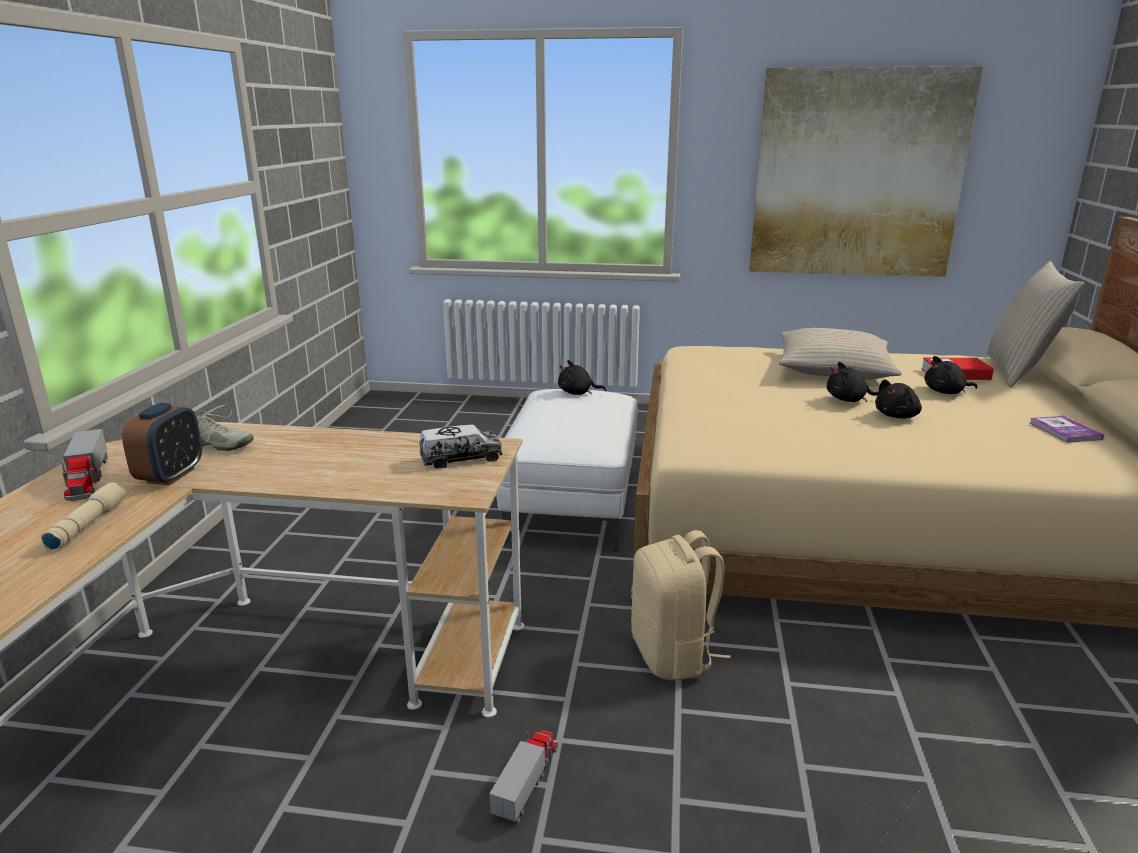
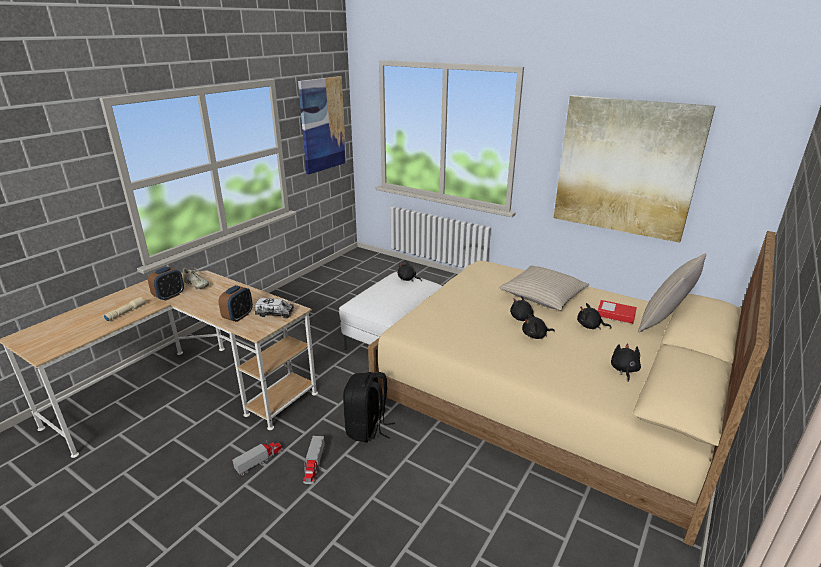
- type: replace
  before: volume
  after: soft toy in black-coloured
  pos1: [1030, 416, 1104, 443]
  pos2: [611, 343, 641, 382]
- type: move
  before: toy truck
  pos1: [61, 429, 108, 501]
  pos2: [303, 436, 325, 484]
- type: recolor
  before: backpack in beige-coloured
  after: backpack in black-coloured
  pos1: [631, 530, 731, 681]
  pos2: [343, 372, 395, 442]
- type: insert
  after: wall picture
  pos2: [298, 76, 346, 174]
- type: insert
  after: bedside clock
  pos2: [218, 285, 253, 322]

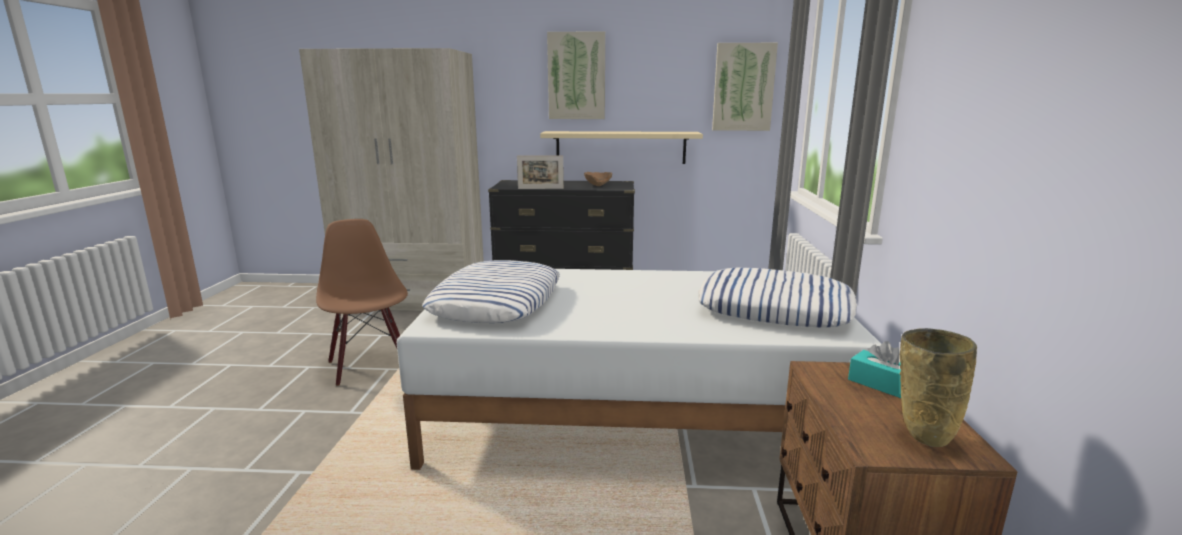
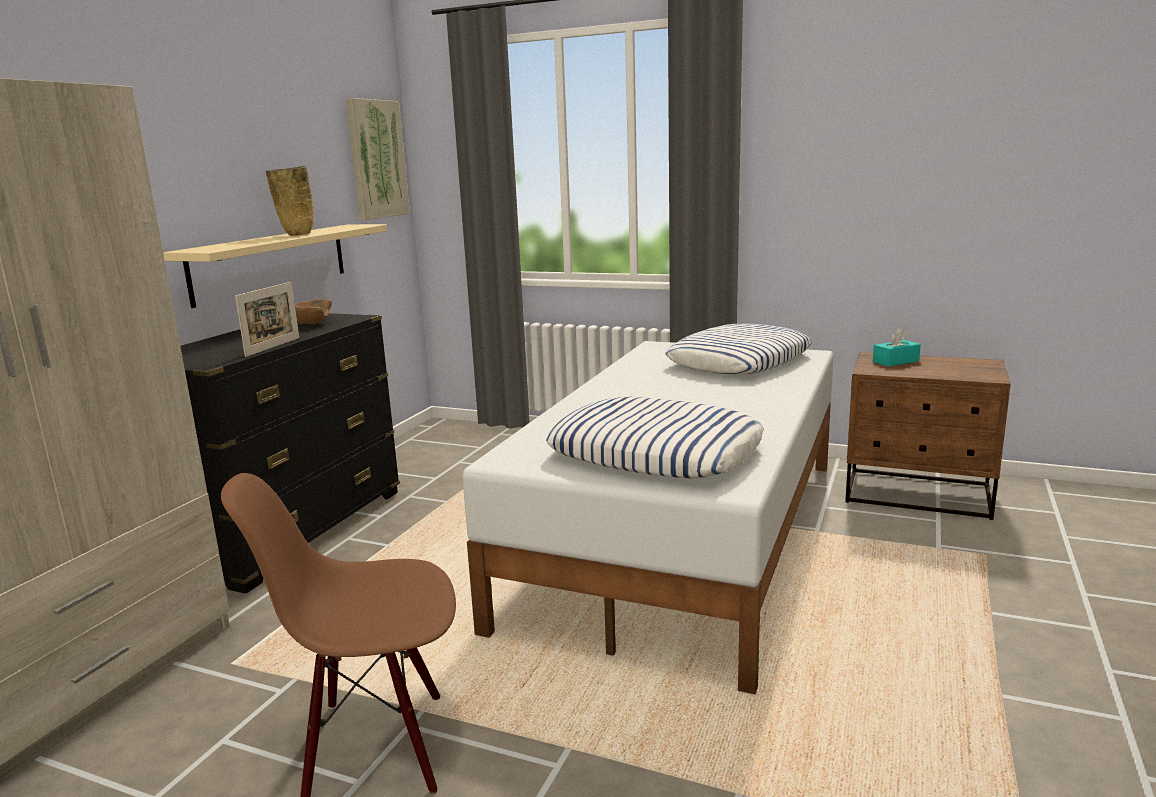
- type: delete
  before: wall picture
  pos1: [547, 31, 605, 119]
- type: move
  before: vase in beige-coloured
  pos1: [900, 328, 977, 447]
  pos2: [265, 166, 314, 236]

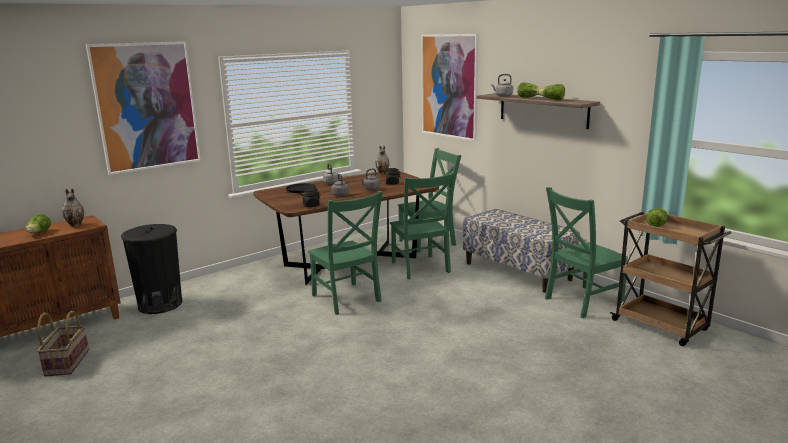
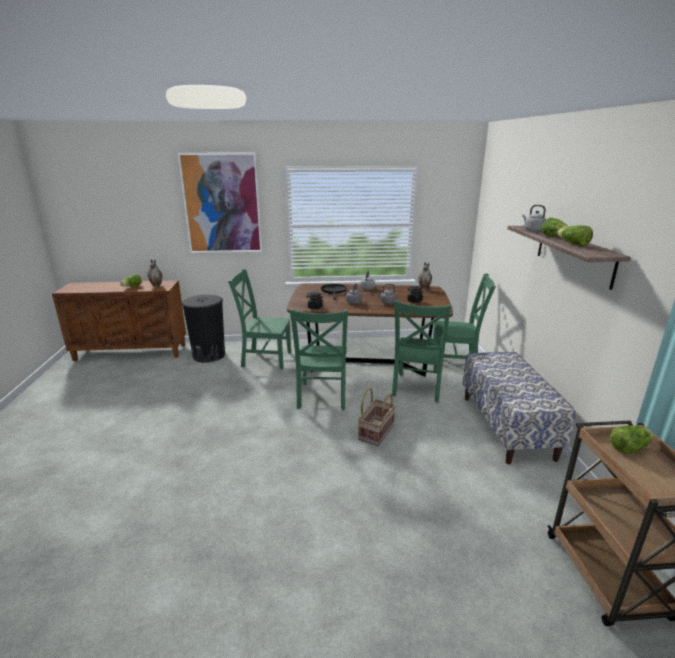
- type: delete
  before: wall picture
  pos1: [421, 34, 479, 141]
- type: move
  before: chair in green
  pos1: [545, 187, 628, 318]
  pos2: [228, 269, 291, 369]
- type: move
  before: storage basket
  pos1: [37, 311, 89, 377]
  pos2: [358, 388, 396, 446]

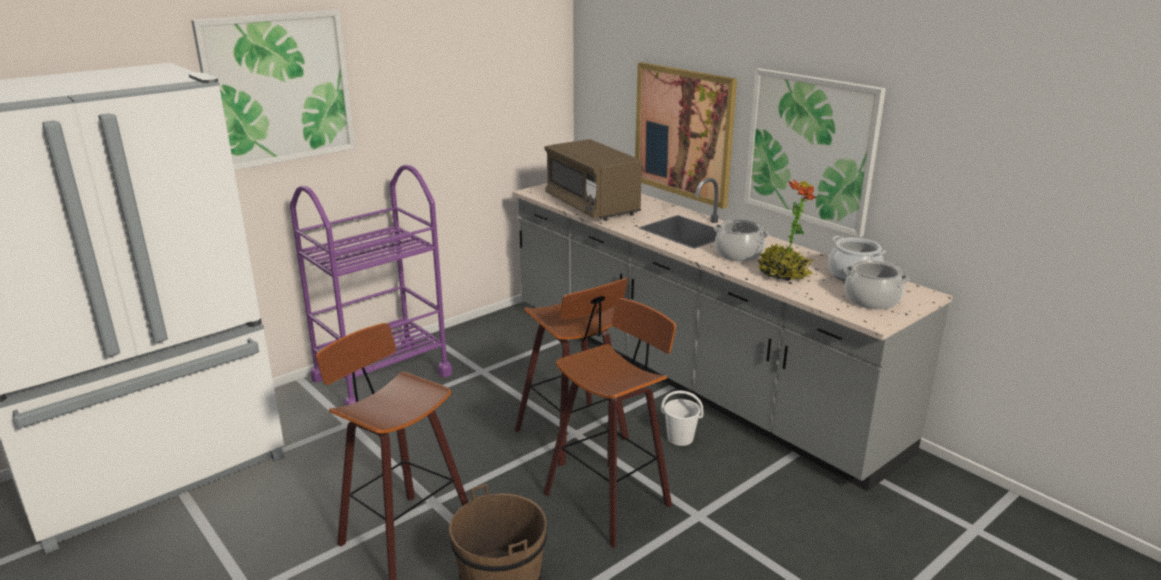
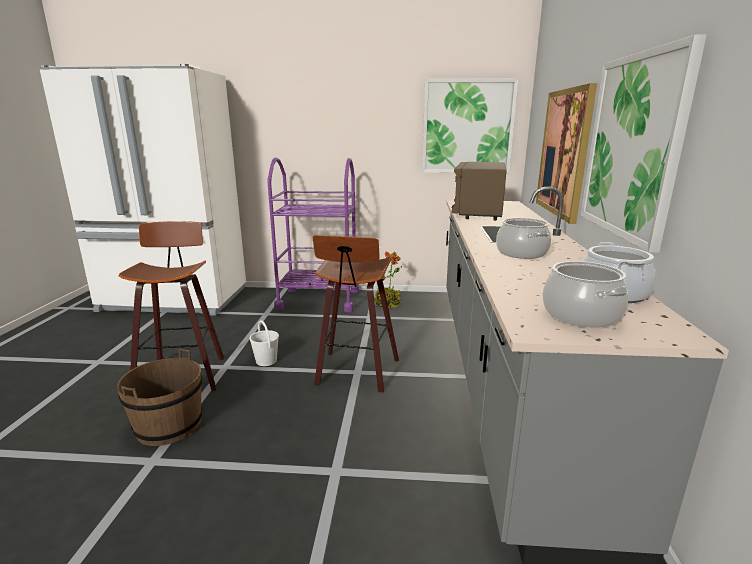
- type: move
  before: wall picture
  pos1: [191, 10, 355, 170]
  pos2: [422, 78, 519, 173]
- type: move
  before: plant in a pot
  pos1: [758, 179, 817, 281]
  pos2: [374, 251, 402, 309]
- type: delete
  before: sitting stool
  pos1: [544, 298, 676, 548]
- type: move
  before: pail in white
  pos1: [661, 391, 704, 446]
  pos2: [249, 320, 279, 366]

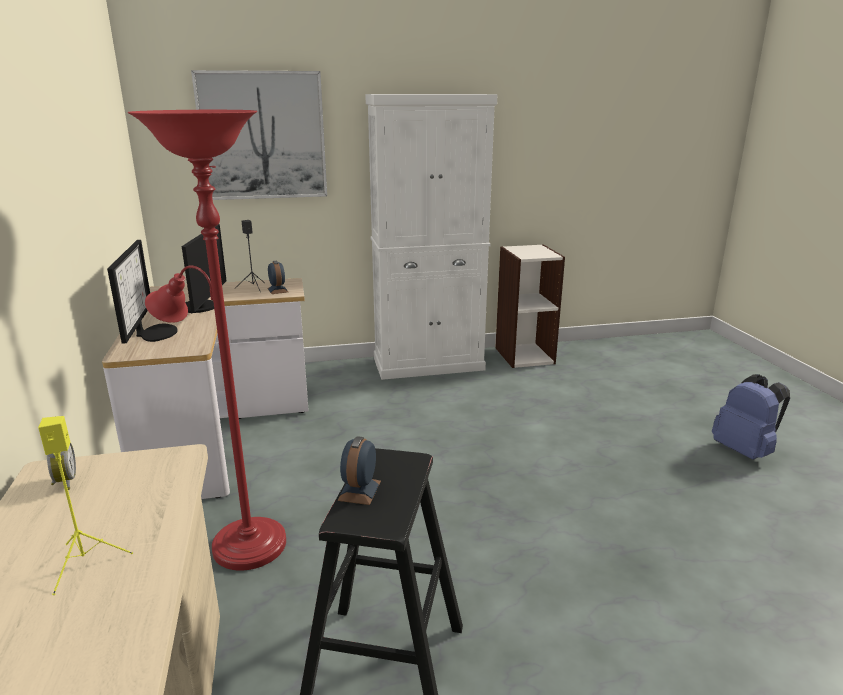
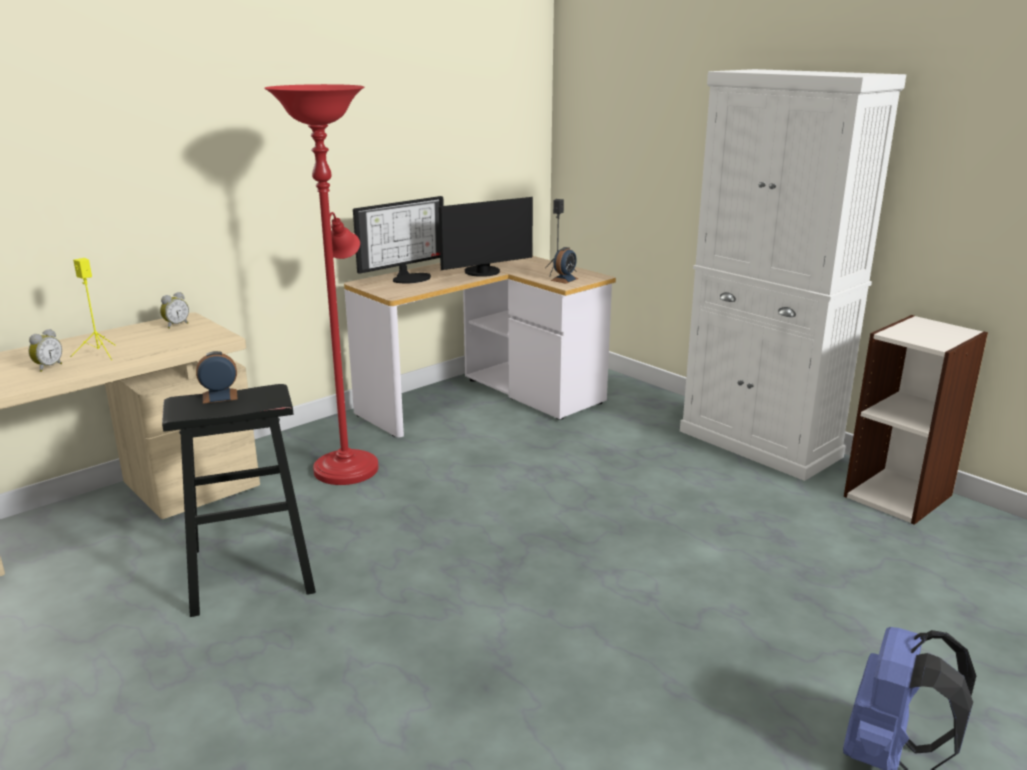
- type: delete
  before: wall picture
  pos1: [191, 70, 327, 200]
- type: insert
  after: bedside clock
  pos2: [29, 329, 62, 372]

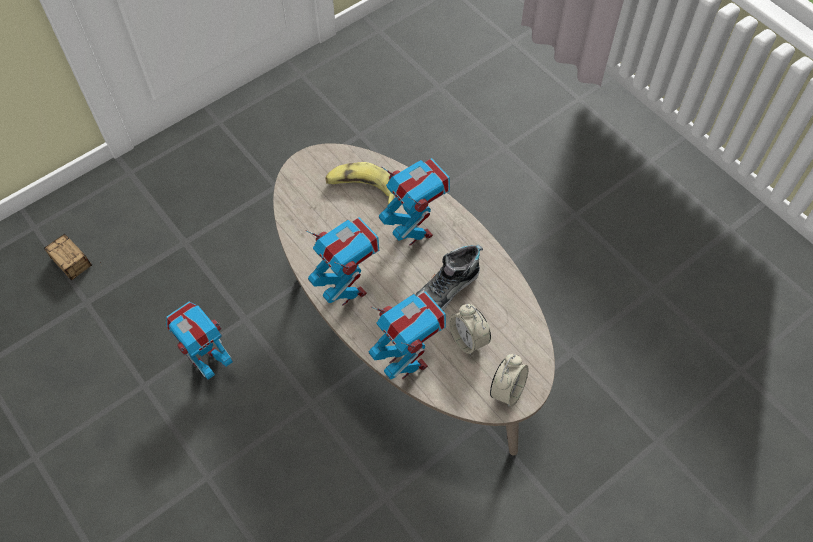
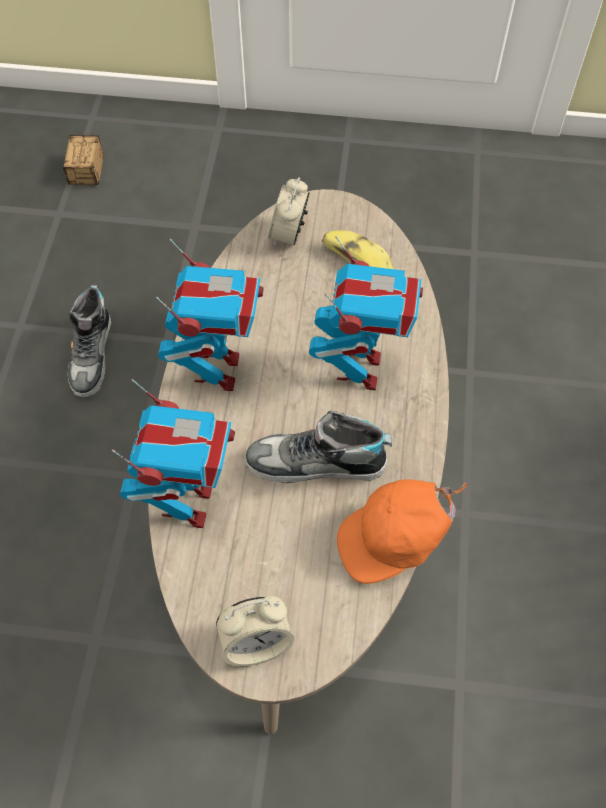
- type: replace
  before: robot figure
  after: low shoe
  pos1: [166, 301, 233, 380]
  pos2: [67, 285, 111, 397]
- type: move
  before: bedside clock
  pos1: [449, 304, 491, 355]
  pos2: [268, 177, 310, 247]
- type: insert
  after: peaked cap in orangey
  pos2: [337, 479, 467, 584]

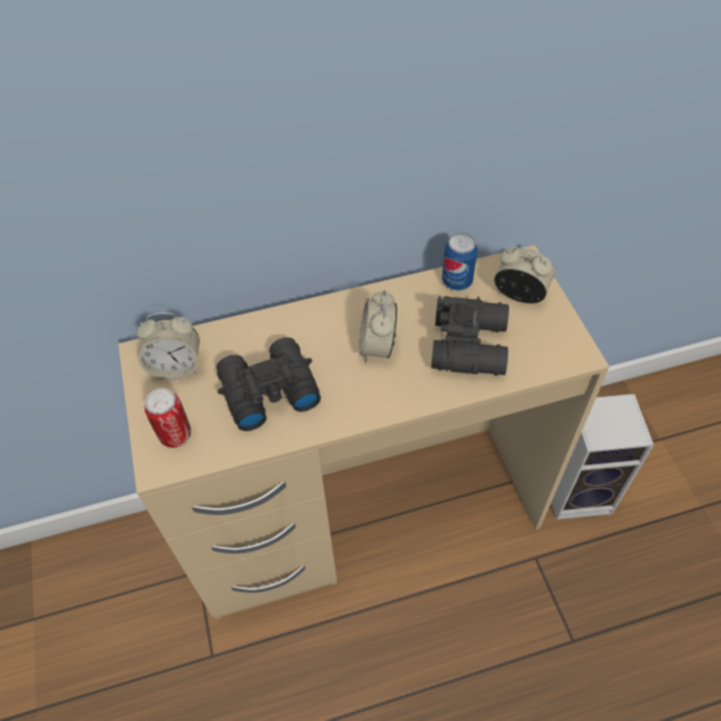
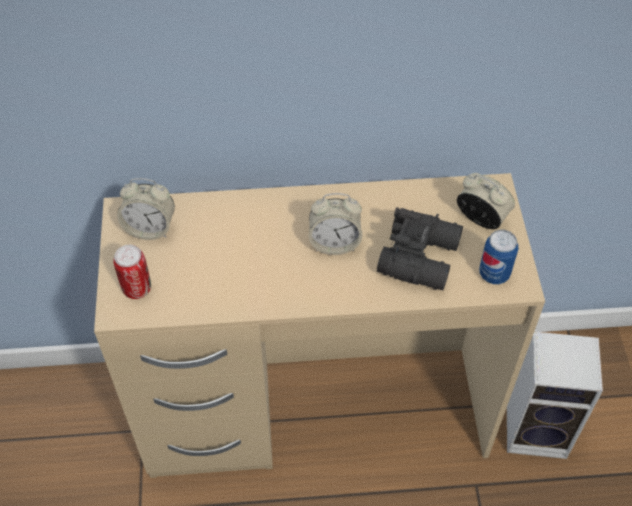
- type: move
  before: sealed can
  pos1: [442, 233, 478, 290]
  pos2: [479, 230, 518, 284]
- type: rotate
  before: bedside clock
  pos1: [359, 290, 397, 362]
  pos2: [309, 193, 362, 255]
  turn: -105
- type: delete
  before: pair of binoculars in black-coloured
  pos1: [216, 337, 321, 431]

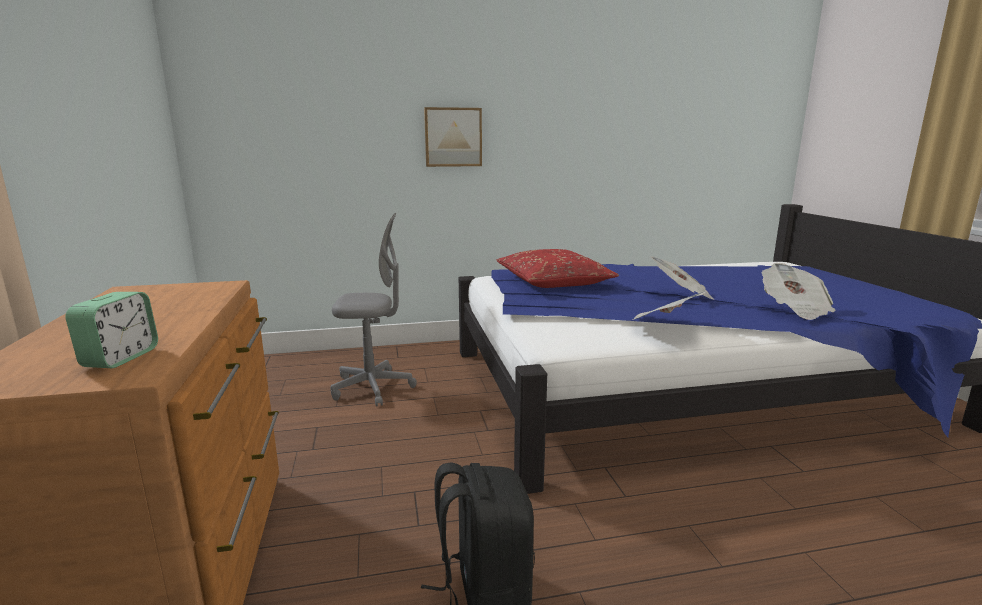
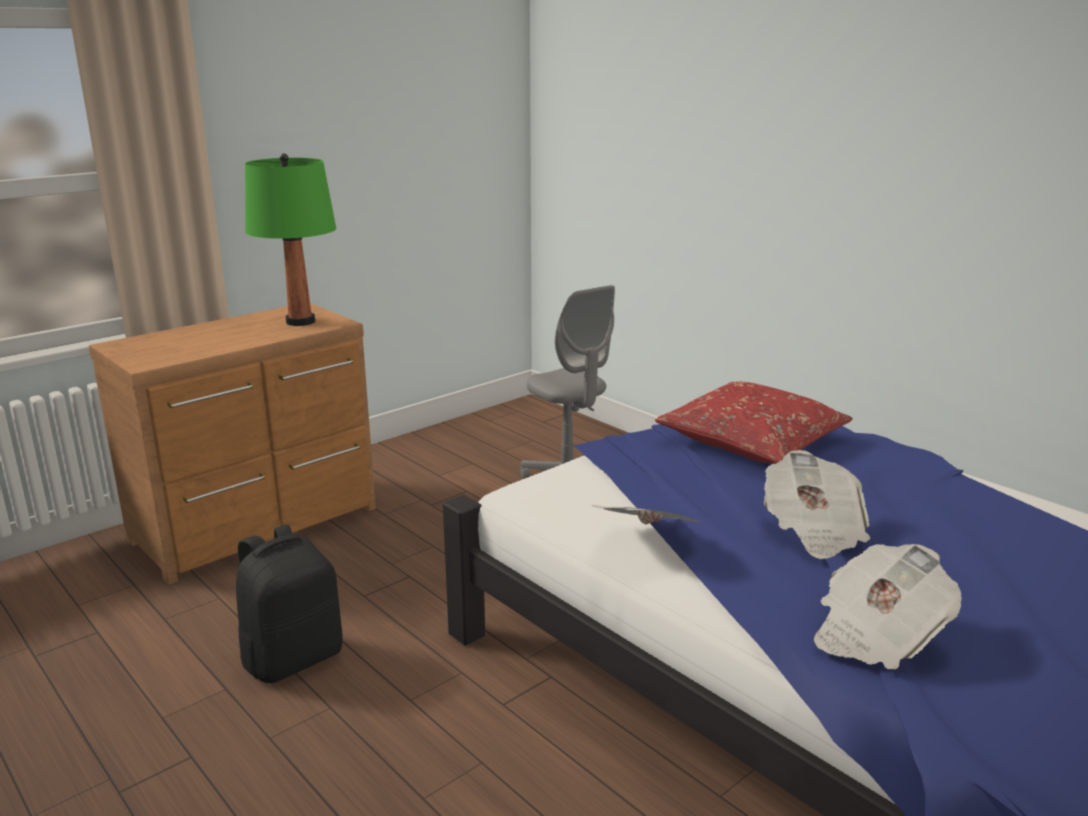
- type: delete
  before: wall picture
  pos1: [424, 107, 482, 167]
- type: delete
  before: bedside clock
  pos1: [66, 292, 158, 368]
- type: insert
  after: table lamp in green
  pos2: [245, 153, 337, 326]

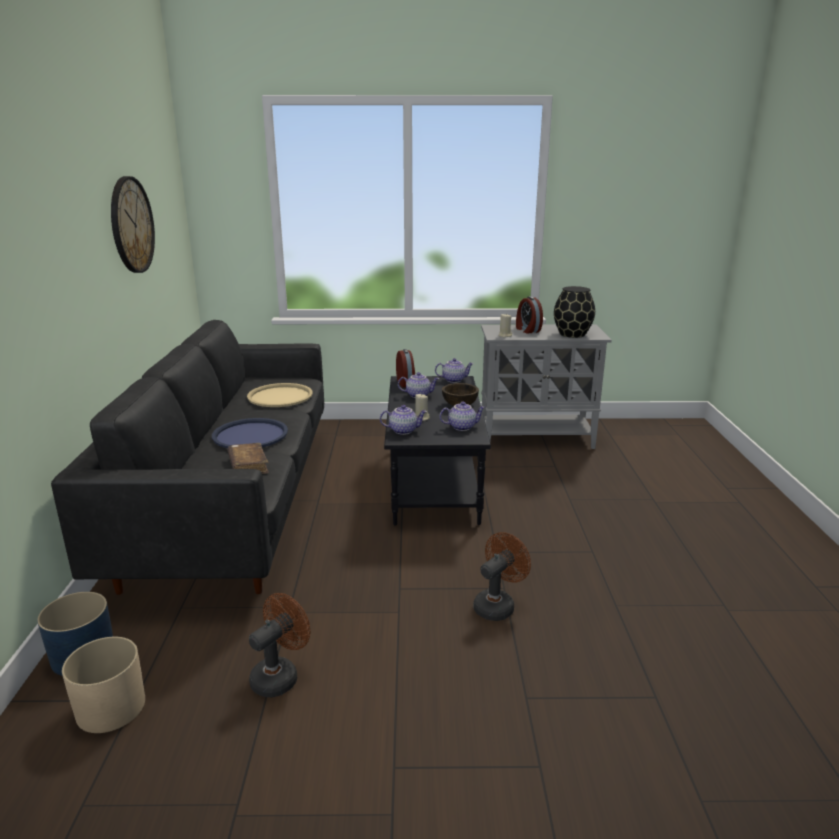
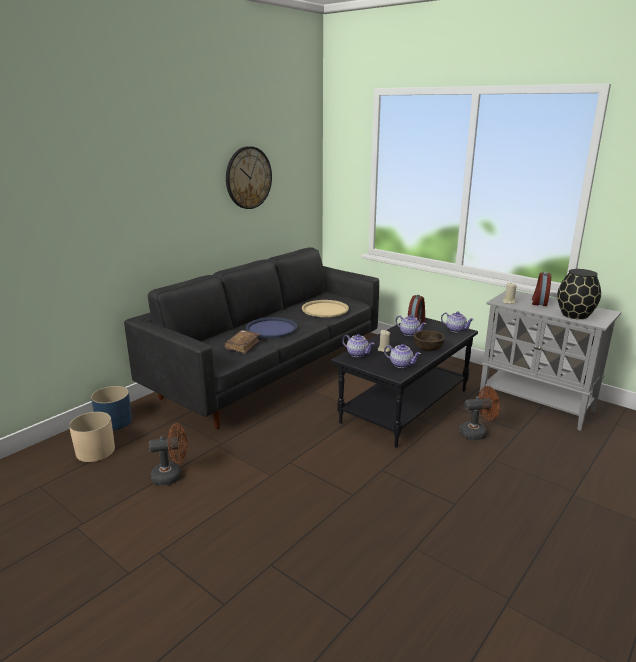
- type: move
  before: fan in brownish
  pos1: [474, 532, 531, 621]
  pos2: [459, 386, 500, 440]

